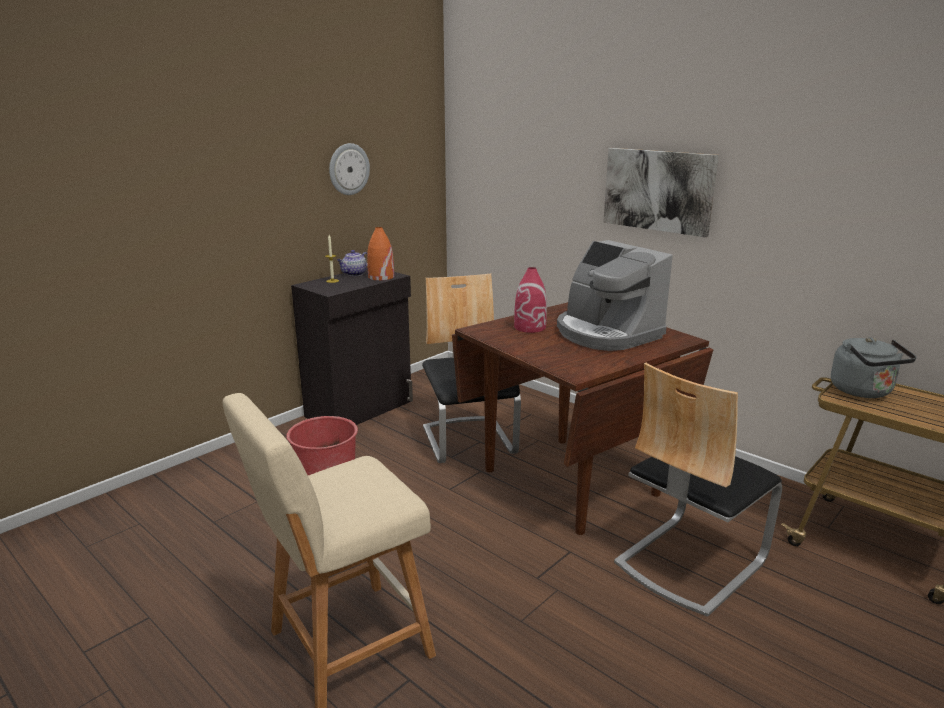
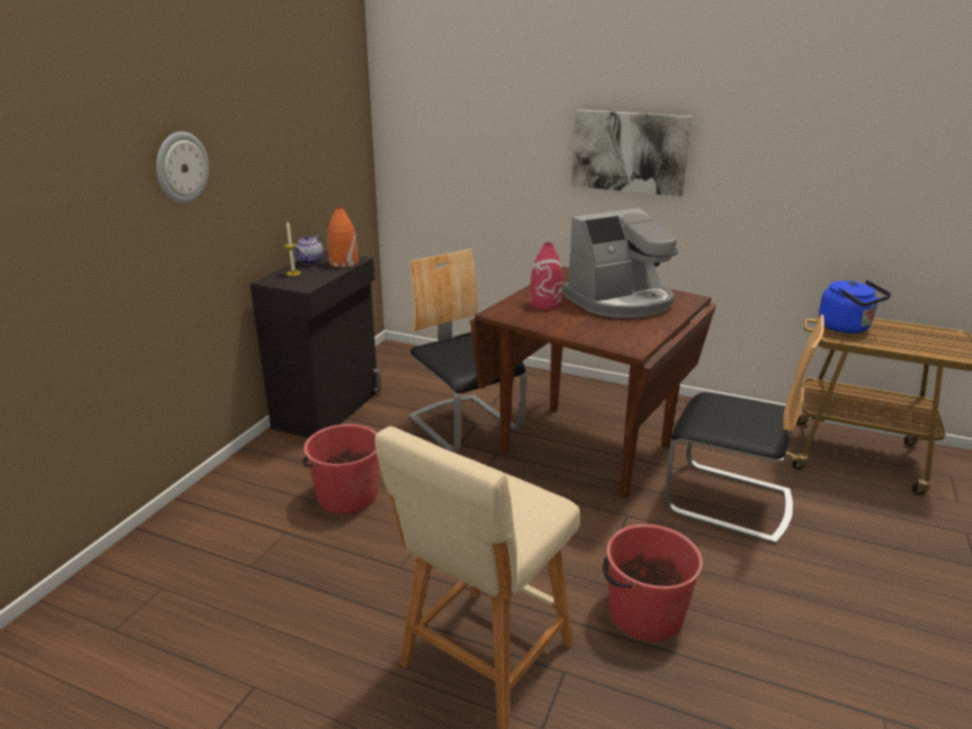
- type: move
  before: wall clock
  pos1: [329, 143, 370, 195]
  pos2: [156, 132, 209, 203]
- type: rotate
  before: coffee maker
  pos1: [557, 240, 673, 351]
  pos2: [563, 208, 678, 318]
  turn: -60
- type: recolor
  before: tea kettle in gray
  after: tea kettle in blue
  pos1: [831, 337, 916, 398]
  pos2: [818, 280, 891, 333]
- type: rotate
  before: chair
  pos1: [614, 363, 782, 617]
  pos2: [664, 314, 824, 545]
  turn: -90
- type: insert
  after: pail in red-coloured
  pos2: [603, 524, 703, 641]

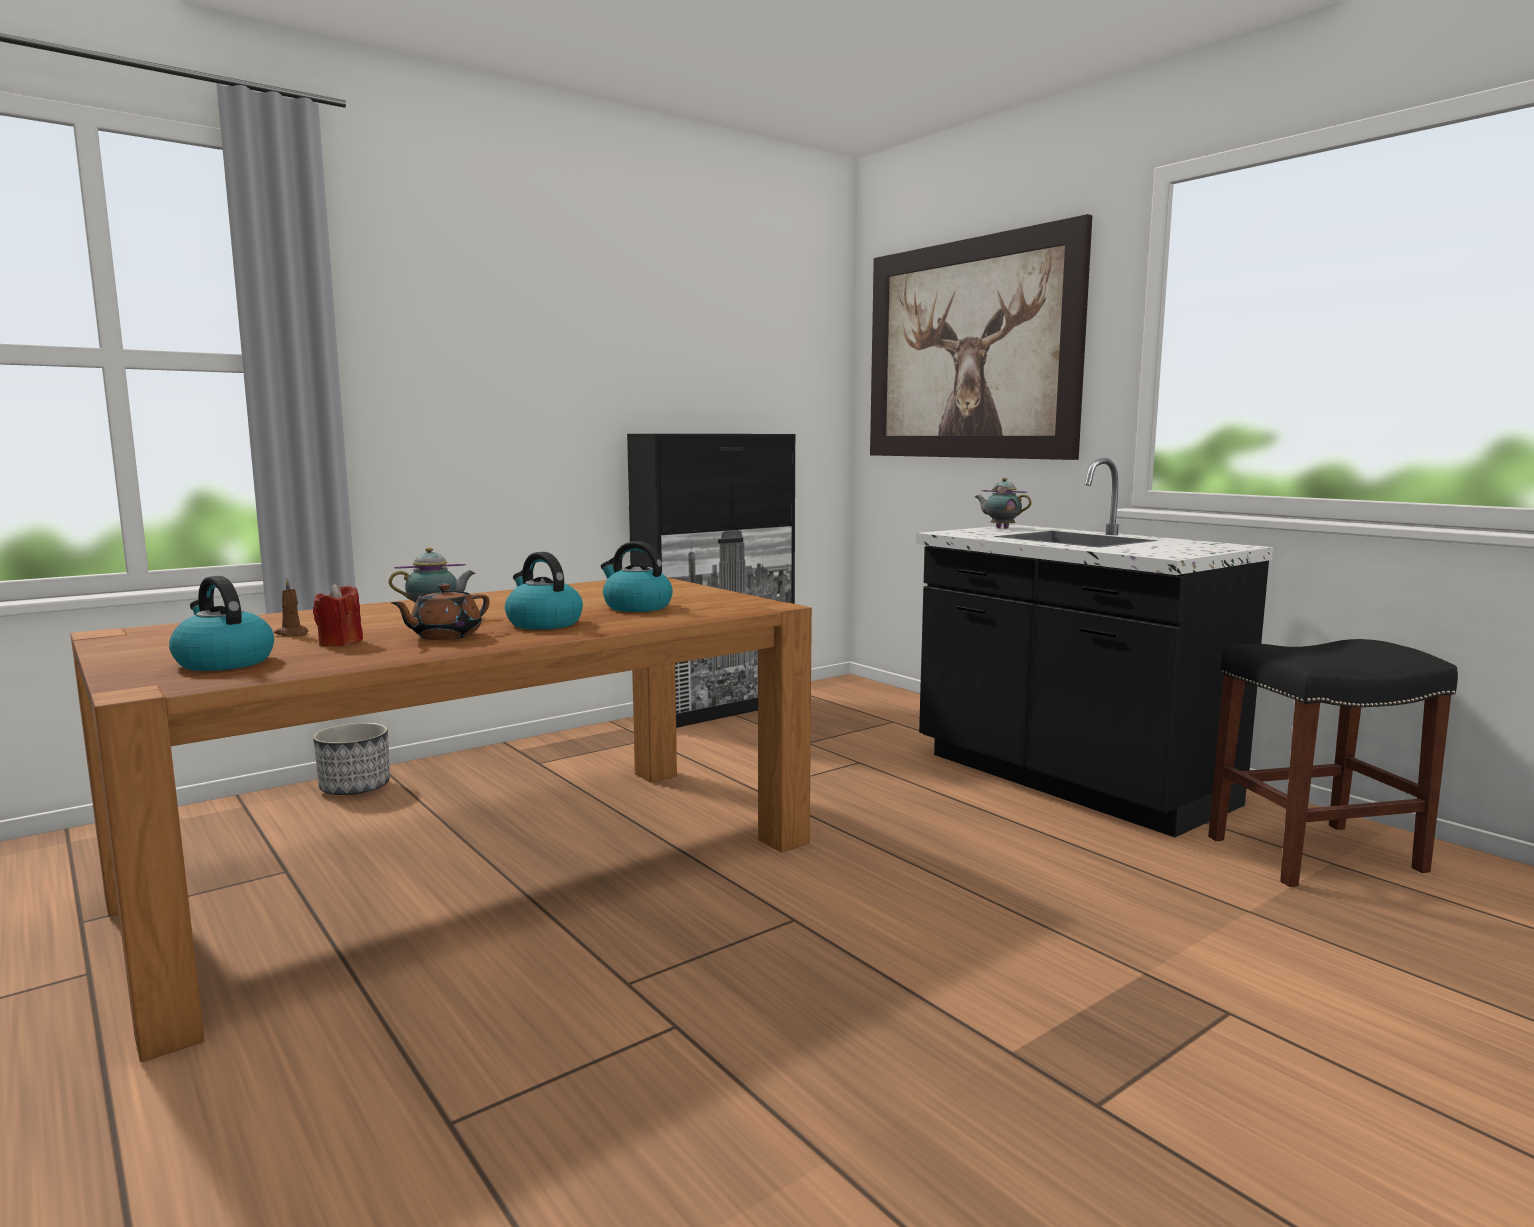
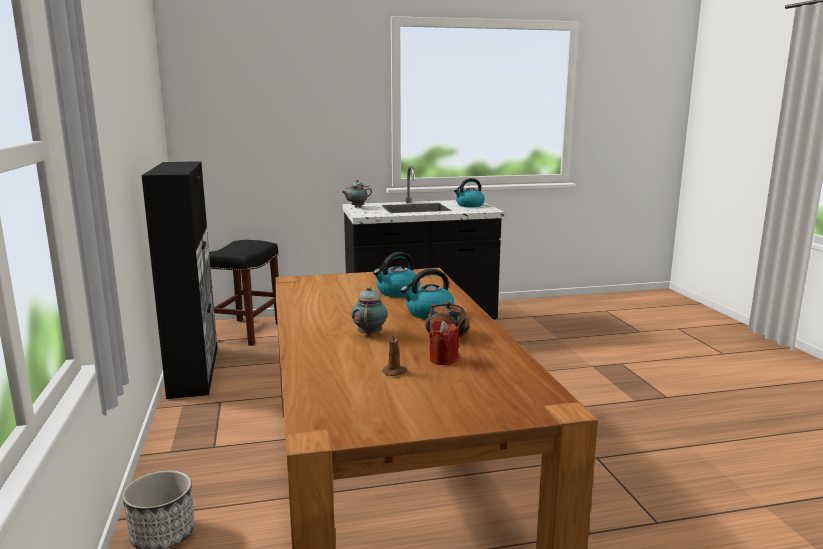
- type: delete
  before: wall picture
  pos1: [870, 214, 1092, 460]
- type: move
  before: tea kettle
  pos1: [169, 576, 274, 671]
  pos2: [454, 178, 485, 207]
- type: move
  before: sitting stool in black-coloured
  pos1: [1208, 639, 1458, 887]
  pos2: [209, 240, 279, 346]

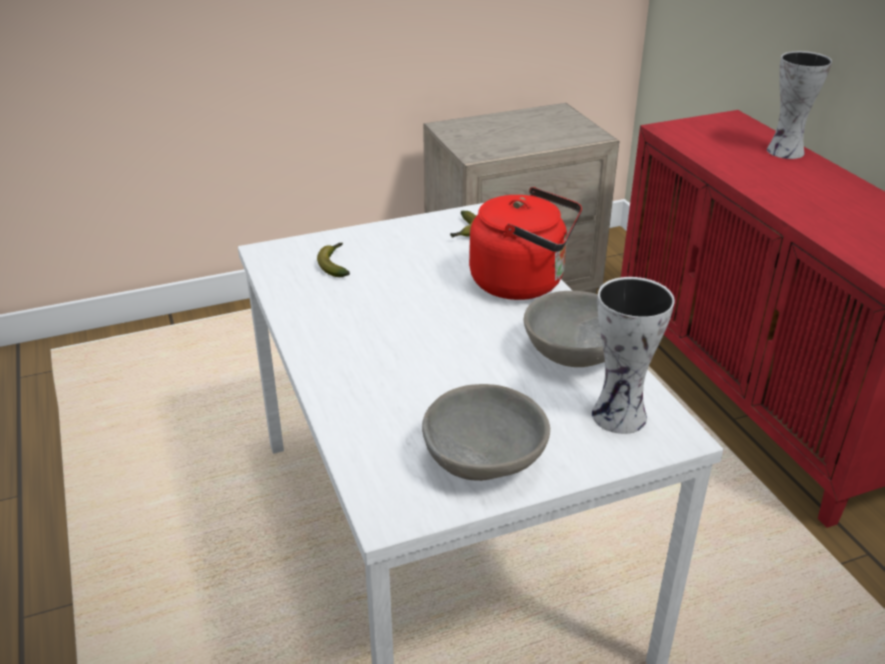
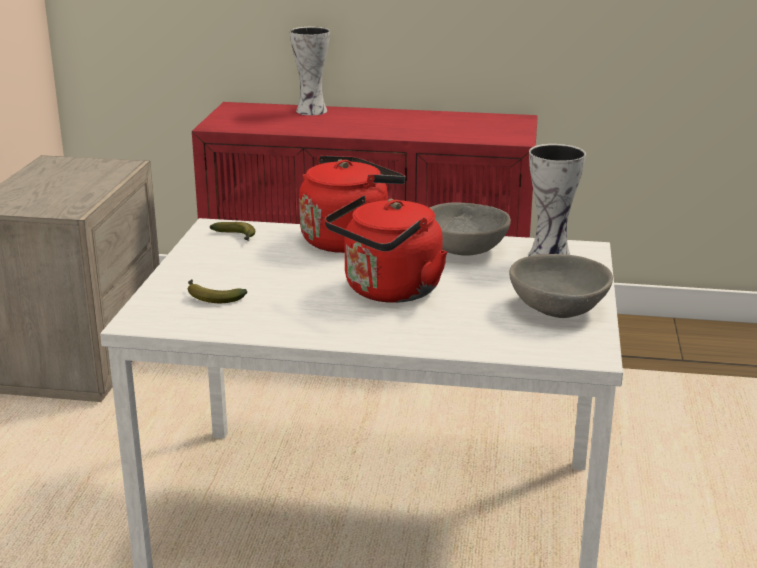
- type: insert
  after: tea kettle in red-coloured
  pos2: [325, 195, 448, 303]

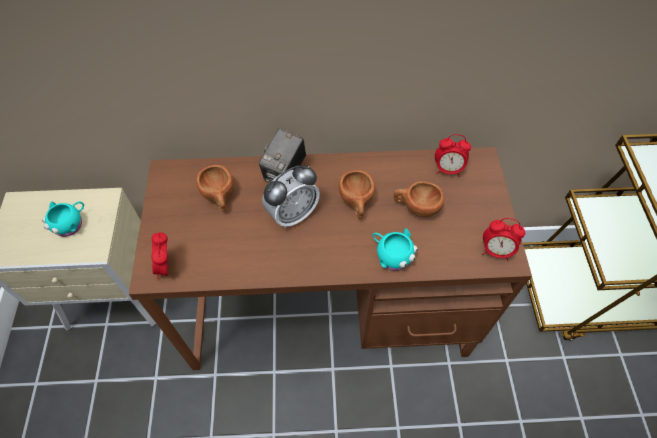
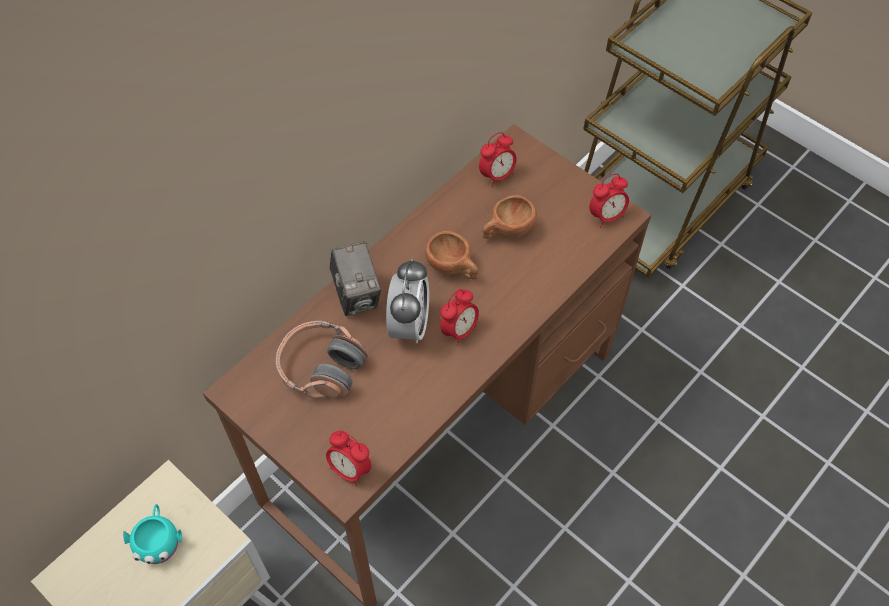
- type: replace
  before: small cup in brownish
  after: headphones
  pos1: [196, 165, 233, 212]
  pos2: [276, 321, 368, 398]
- type: delete
  before: tea mug in blue-green
  pos1: [373, 228, 418, 271]
- type: insert
  after: bedside clock
  pos2: [440, 289, 479, 346]

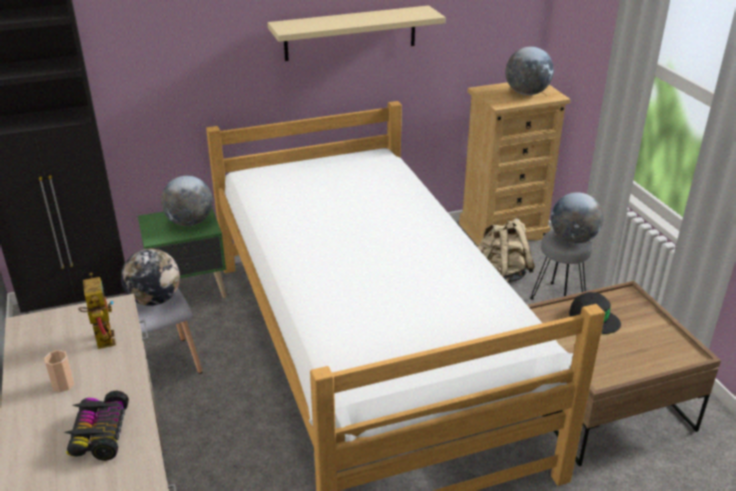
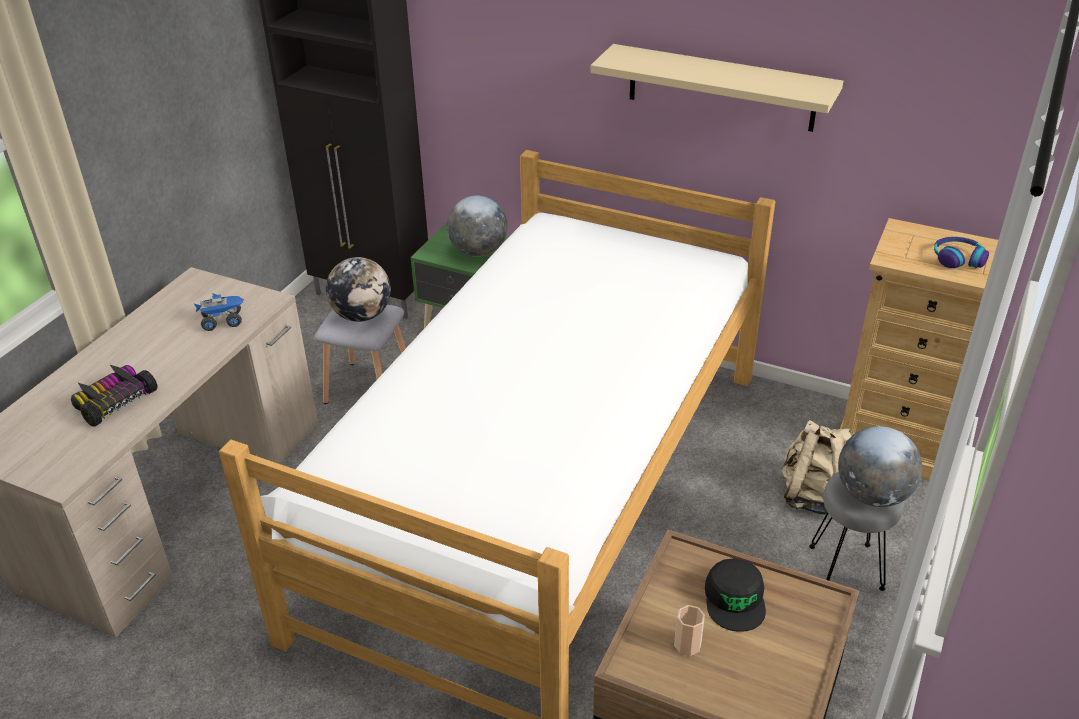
- type: replace
  before: world globe
  after: headphones
  pos1: [505, 47, 554, 95]
  pos2: [934, 237, 989, 268]
- type: replace
  before: robot figure
  after: toy truck
  pos1: [78, 273, 116, 349]
  pos2: [193, 293, 244, 331]
- type: move
  before: small cup
  pos1: [44, 350, 74, 392]
  pos2: [674, 605, 705, 656]

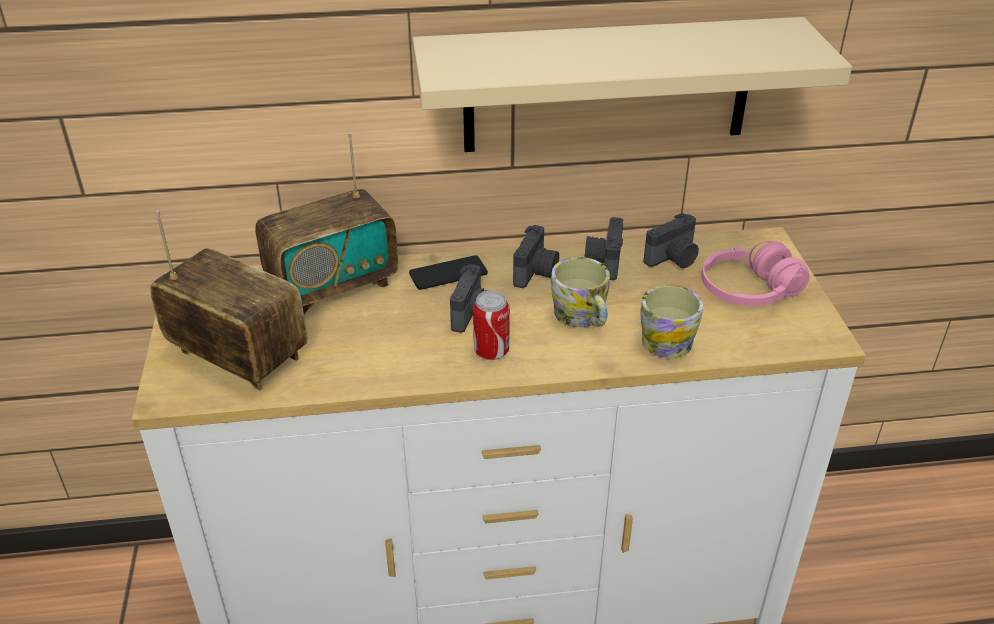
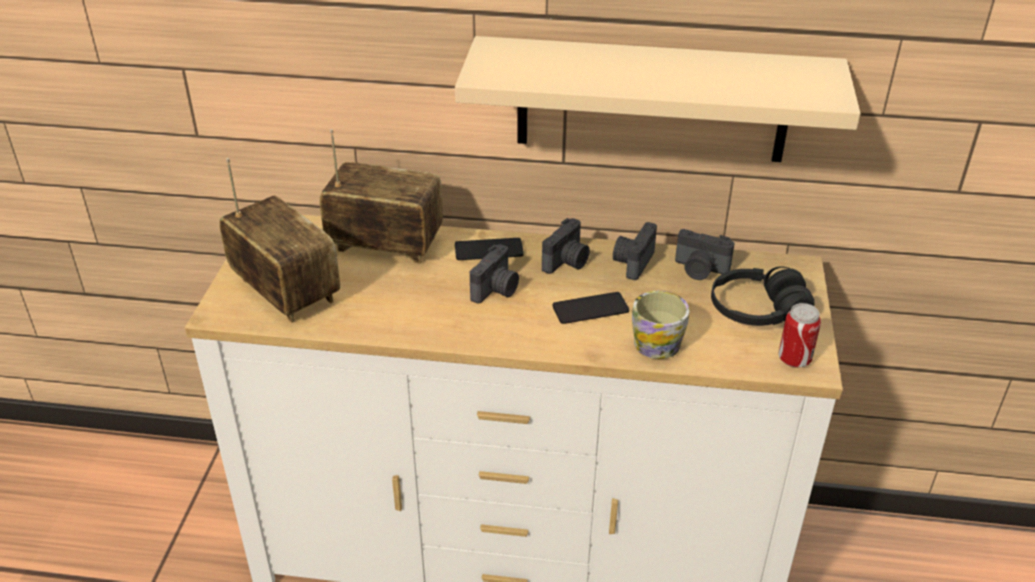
- type: rotate
  before: radio set
  pos1: [255, 133, 398, 314]
  pos2: [320, 129, 443, 264]
  turn: -150
- type: rotate
  before: still camera
  pos1: [643, 213, 699, 268]
  pos2: [675, 229, 735, 280]
  turn: 45
- type: recolor
  before: headphones in pink-coloured
  after: headphones in black-coloured
  pos1: [701, 241, 810, 306]
  pos2: [711, 266, 815, 326]
- type: replace
  before: tea mug
  after: handset
  pos1: [551, 257, 610, 327]
  pos2: [553, 292, 629, 324]
- type: move
  before: sealed can
  pos1: [473, 290, 510, 360]
  pos2: [778, 303, 821, 368]

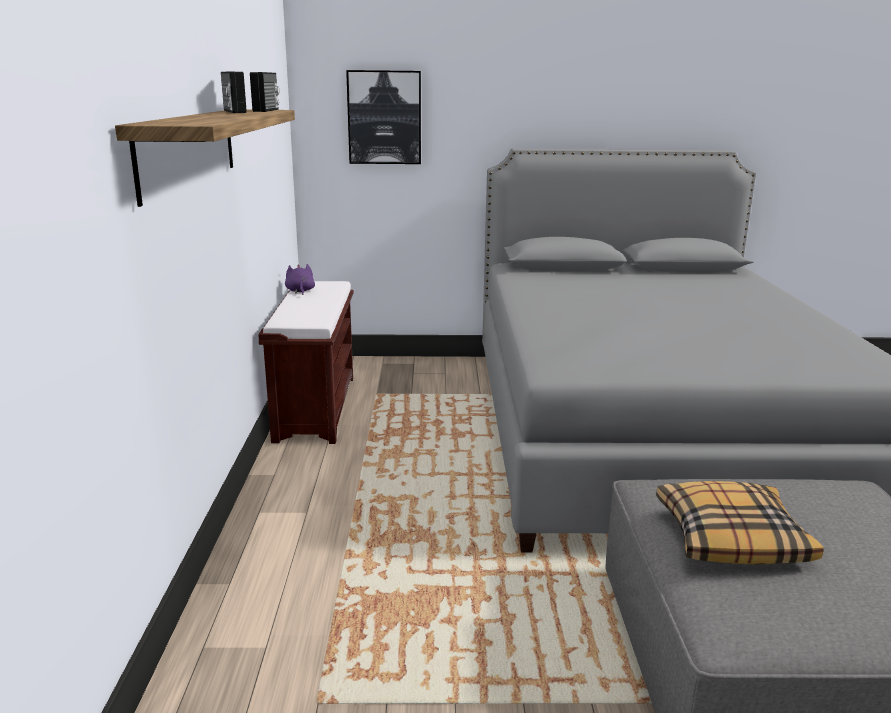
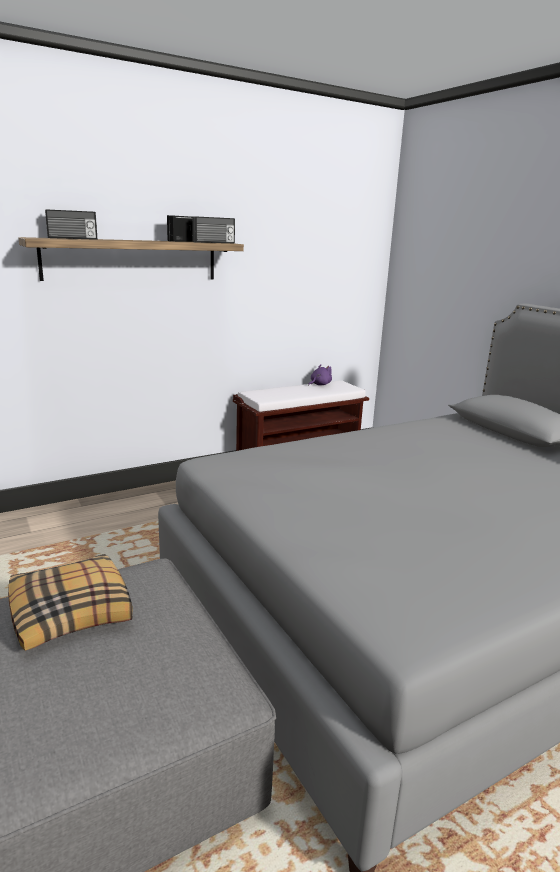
- type: delete
  before: wall picture
  pos1: [346, 70, 421, 164]
- type: insert
  after: radio set
  pos2: [45, 209, 97, 240]

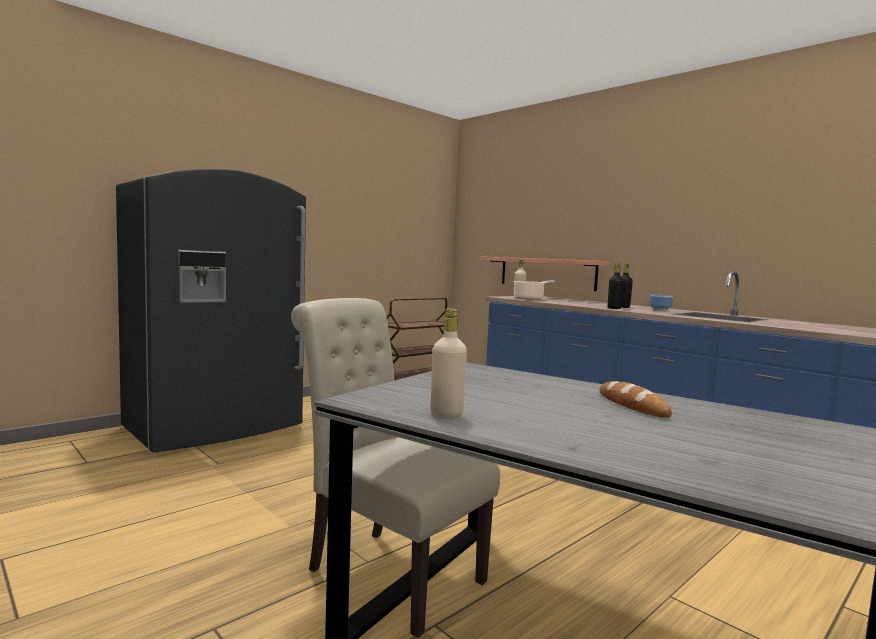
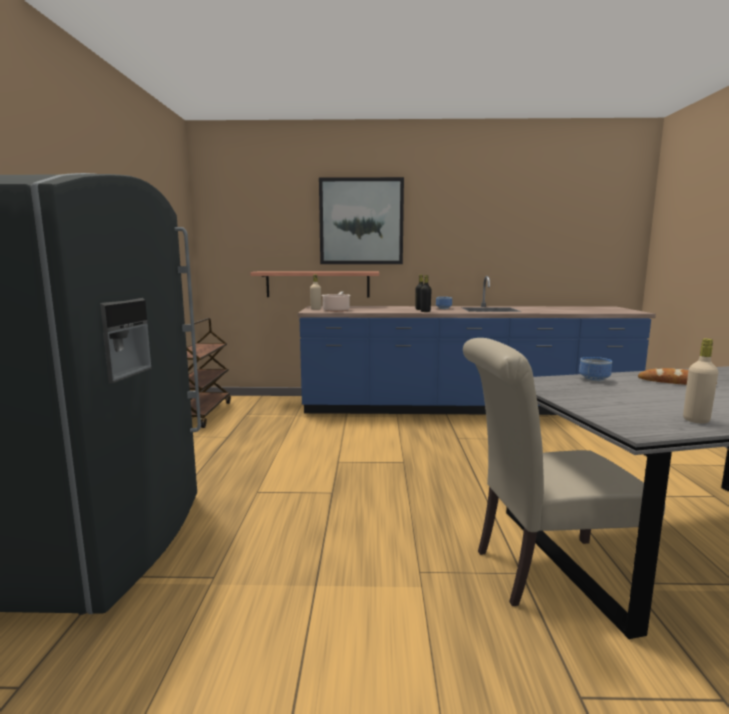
- type: insert
  after: wall picture
  pos2: [319, 177, 404, 264]
- type: insert
  after: bowl
  pos2: [579, 357, 612, 382]

